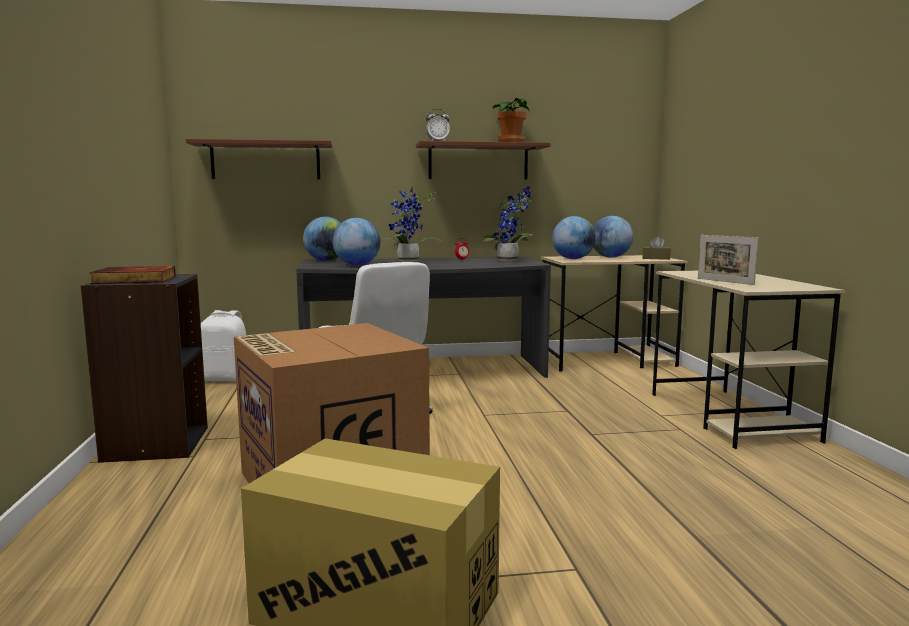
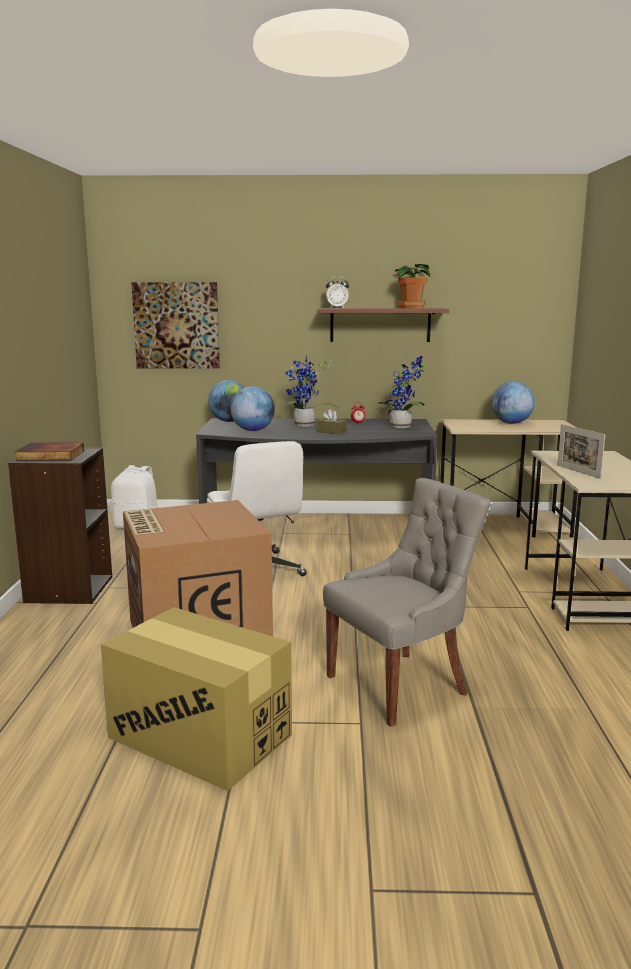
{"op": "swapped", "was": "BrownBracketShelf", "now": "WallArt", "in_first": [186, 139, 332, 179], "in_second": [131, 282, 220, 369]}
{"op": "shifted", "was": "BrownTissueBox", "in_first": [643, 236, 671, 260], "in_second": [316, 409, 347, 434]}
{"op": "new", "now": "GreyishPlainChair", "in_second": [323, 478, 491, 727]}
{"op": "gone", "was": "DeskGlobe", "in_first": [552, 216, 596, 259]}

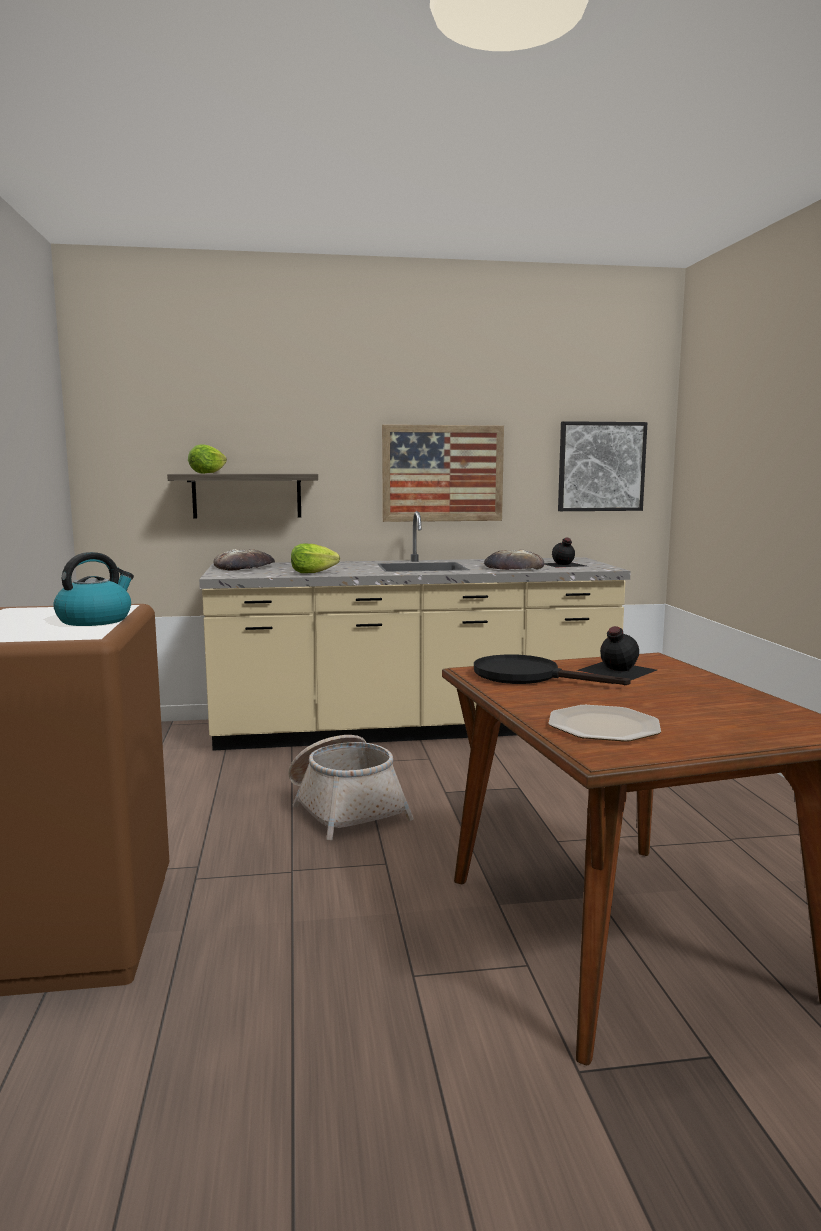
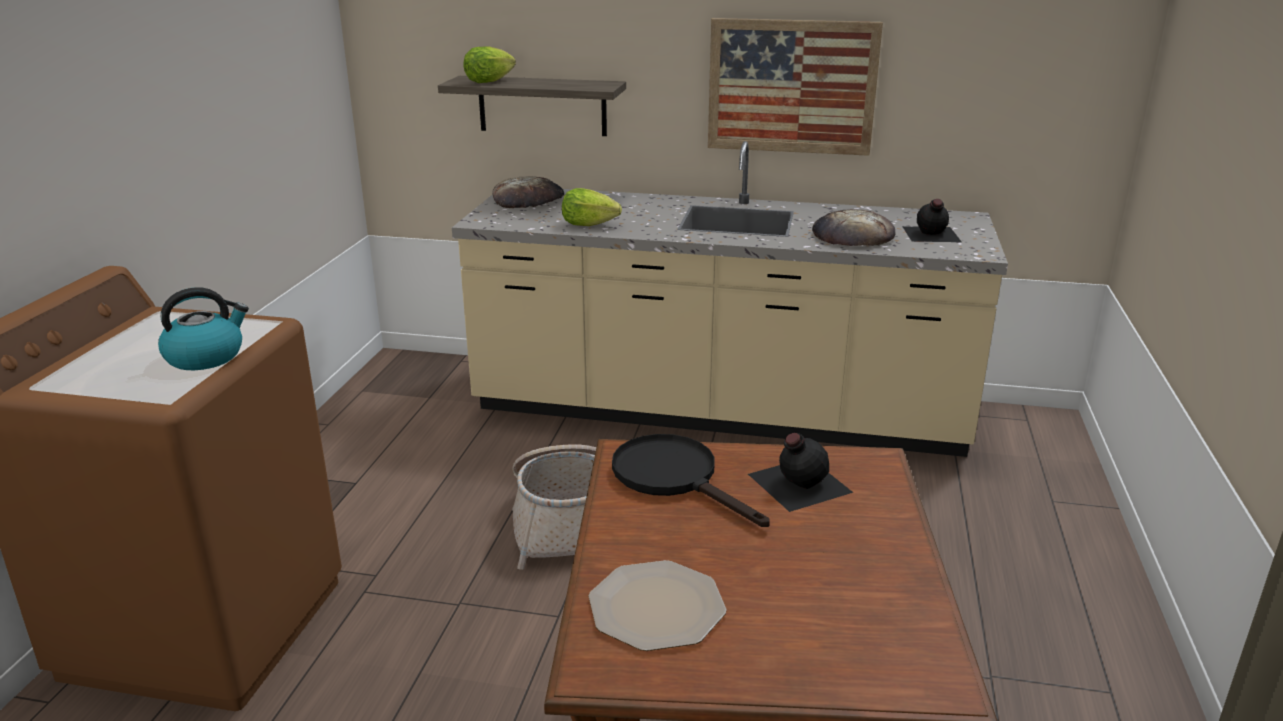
{"op": "gone", "was": "WallArt", "in_first": [558, 421, 648, 511]}

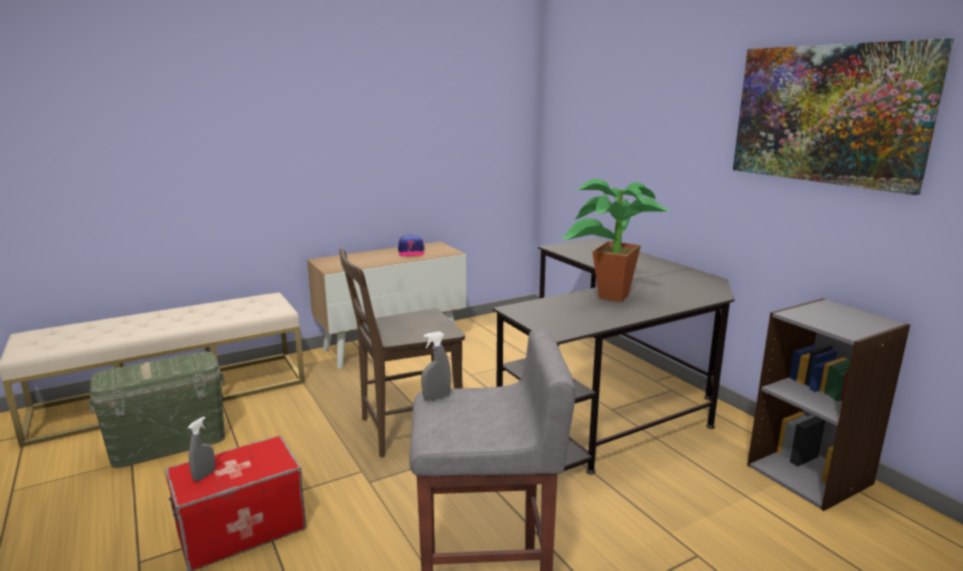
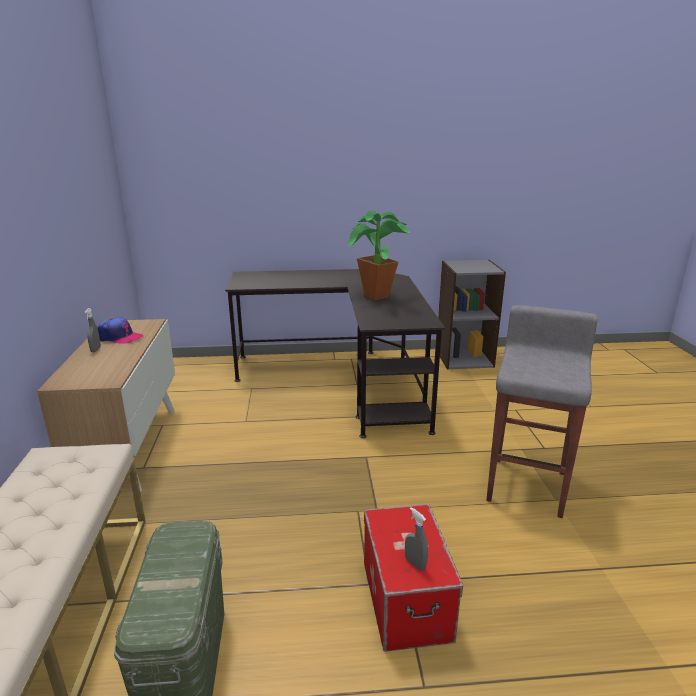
{"op": "shifted", "was": "GreyishSprayBottle", "in_first": [421, 331, 451, 401], "in_second": [85, 308, 101, 352]}
{"op": "gone", "was": "BrownPlainChair", "in_first": [339, 248, 465, 457]}
{"op": "gone", "was": "WallArt", "in_first": [733, 38, 954, 195]}

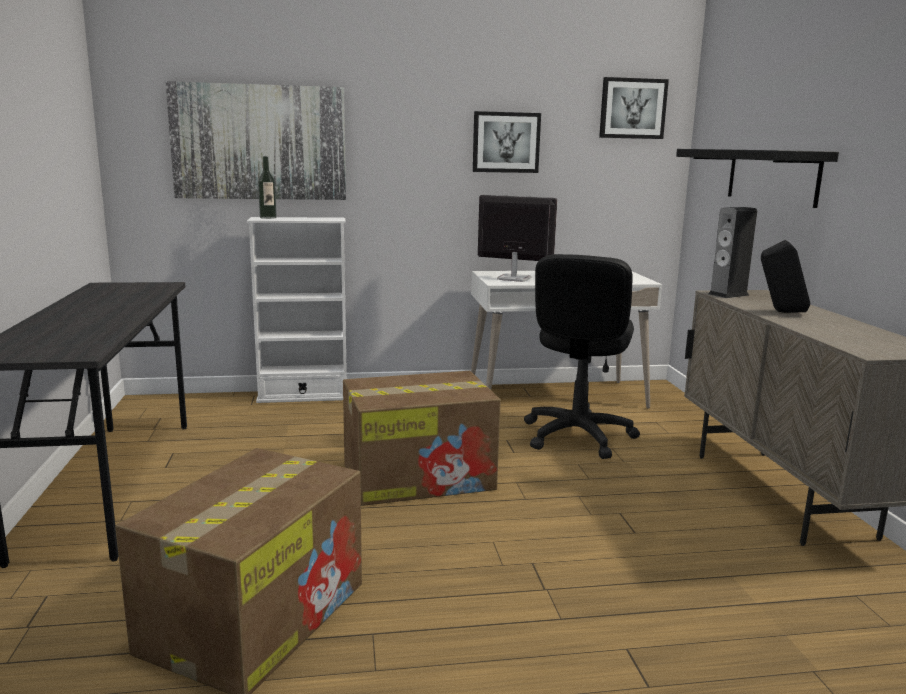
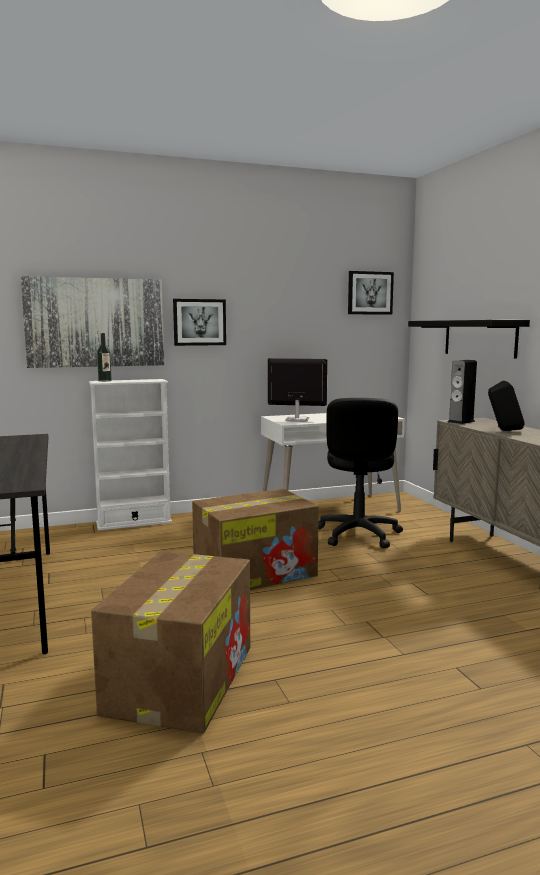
{"op": "shifted", "was": "WallArt", "in_first": [473, 111, 541, 173], "in_second": [173, 299, 226, 346]}

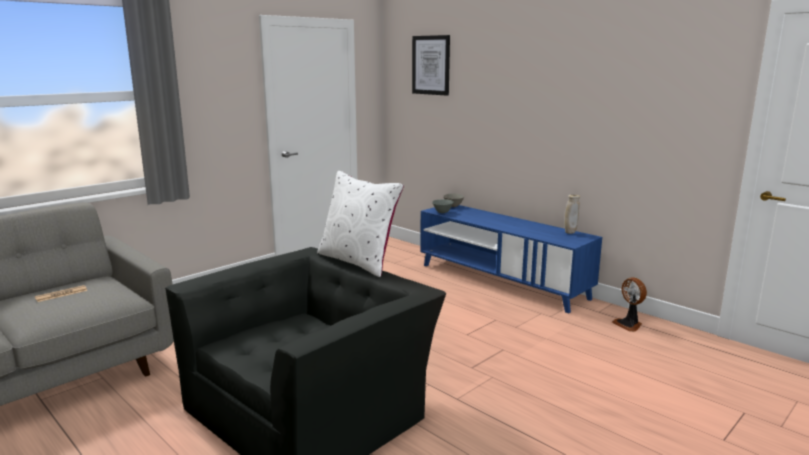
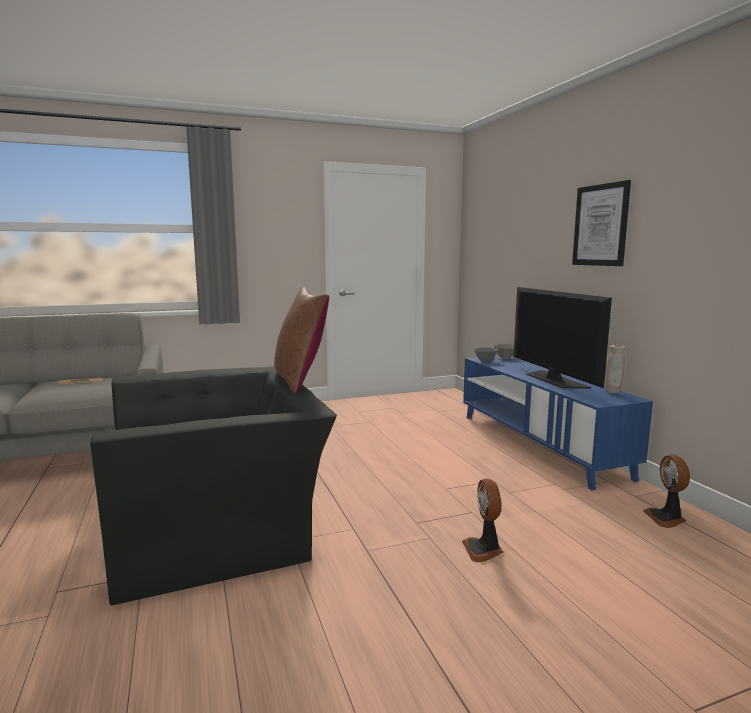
{"op": "repainted", "was": "WhiteColouredPillow", "now": "BrownPillow", "in_first": [317, 171, 404, 277], "in_second": [274, 287, 329, 394]}
{"op": "new", "now": "Fan", "in_second": [462, 478, 503, 562]}
{"op": "new", "now": "Television", "in_second": [514, 287, 612, 389]}
{"op": "shifted", "was": "WallArt", "in_first": [412, 35, 450, 96], "in_second": [572, 180, 631, 266]}

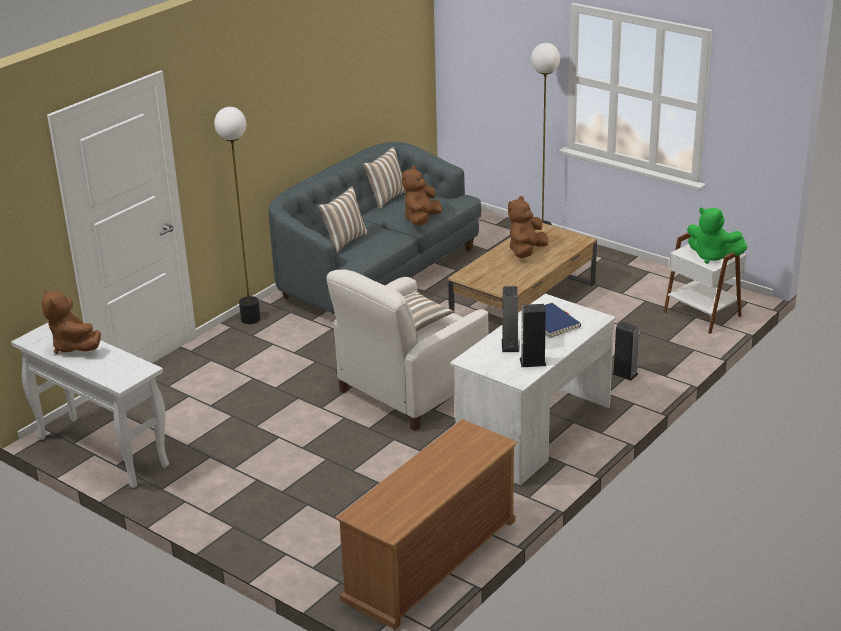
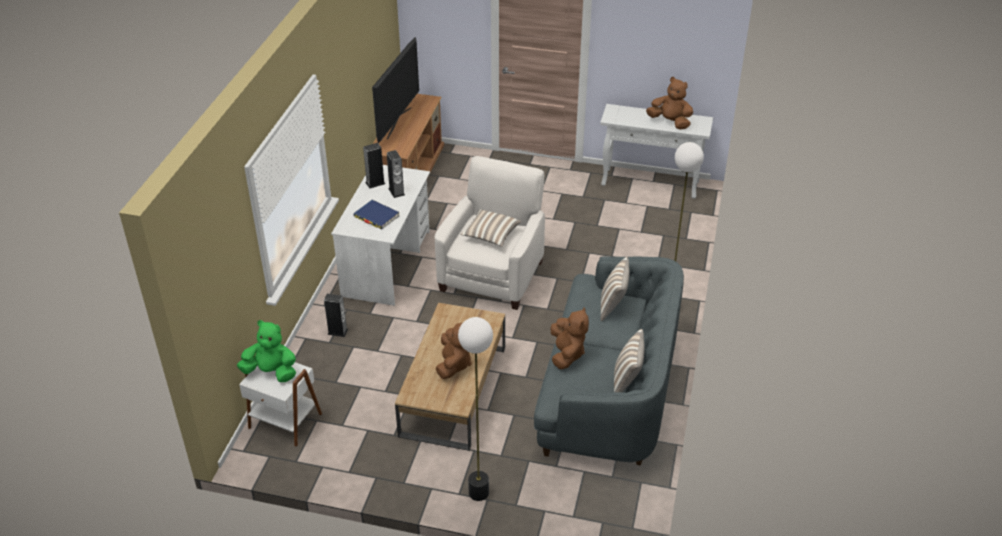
{"op": "new", "now": "Television", "in_second": [372, 37, 419, 143]}

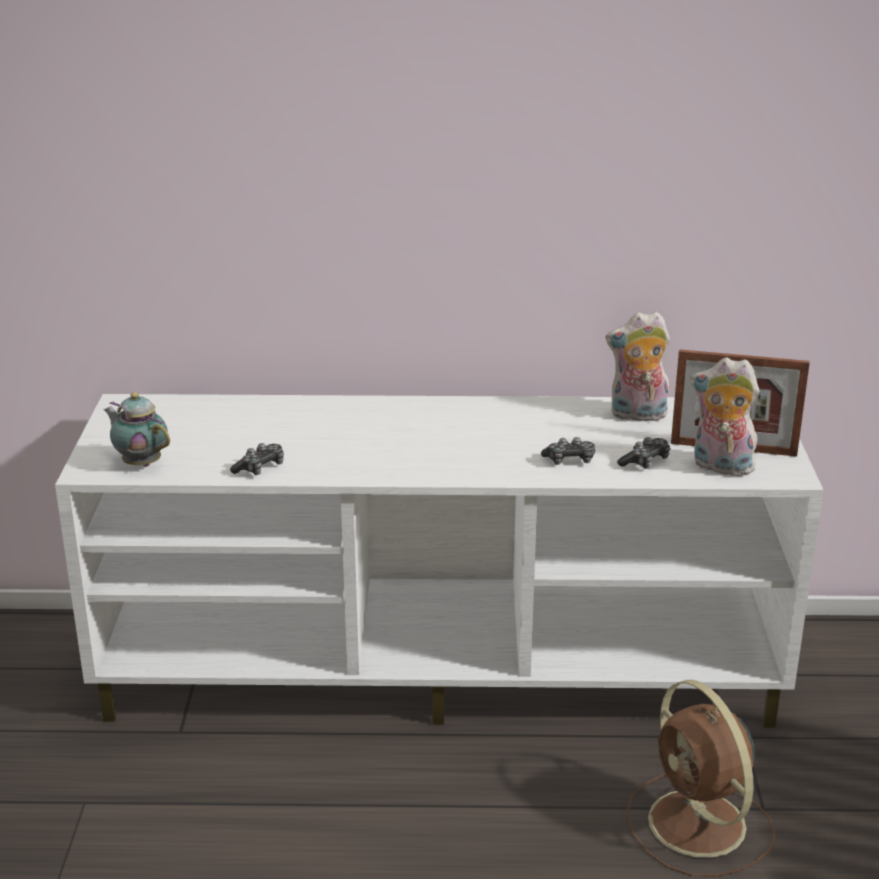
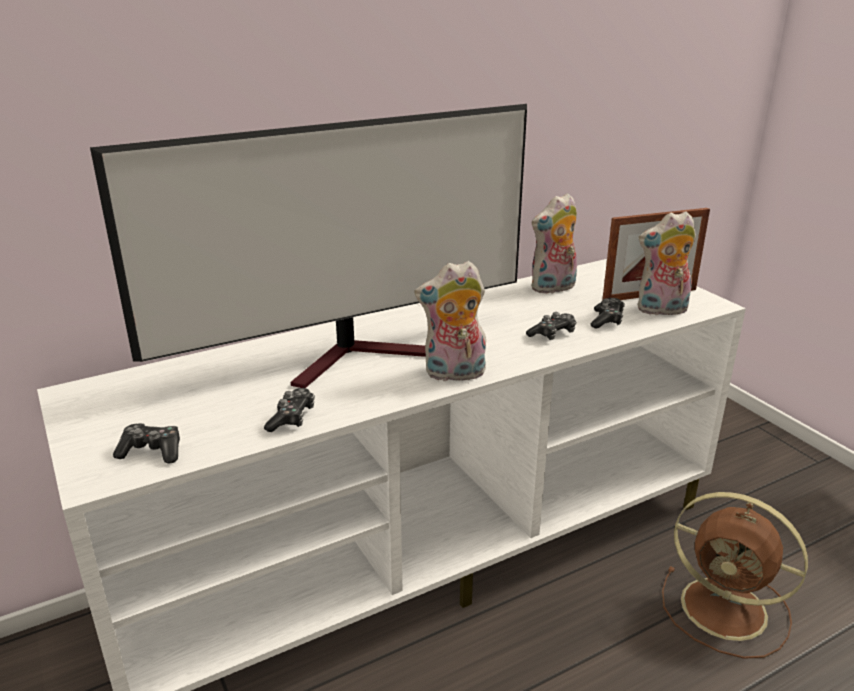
{"op": "new", "now": "Television", "in_second": [90, 104, 527, 388]}
{"op": "swapped", "was": "Teapot", "now": "Gamepad", "in_first": [104, 392, 170, 467], "in_second": [113, 423, 180, 463]}
{"op": "new", "now": "PlushToy", "in_second": [414, 261, 486, 381]}

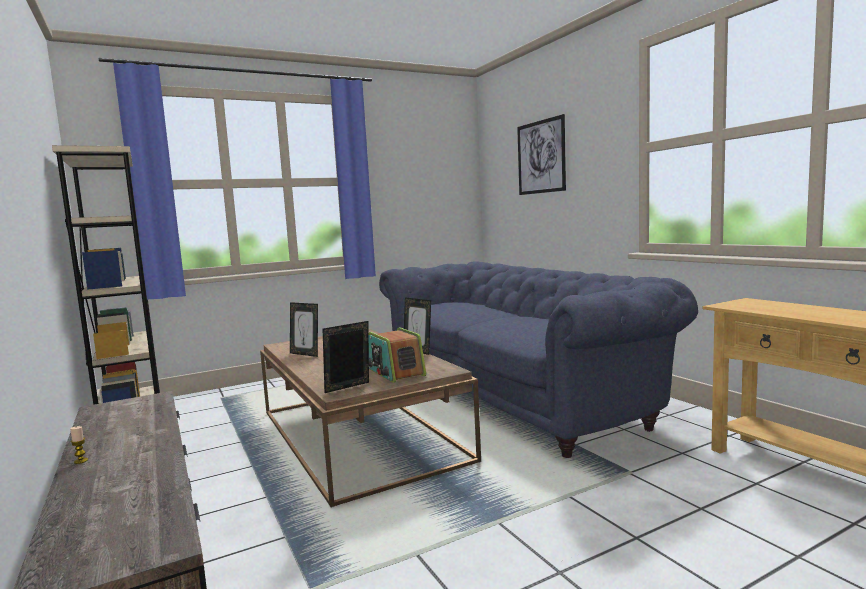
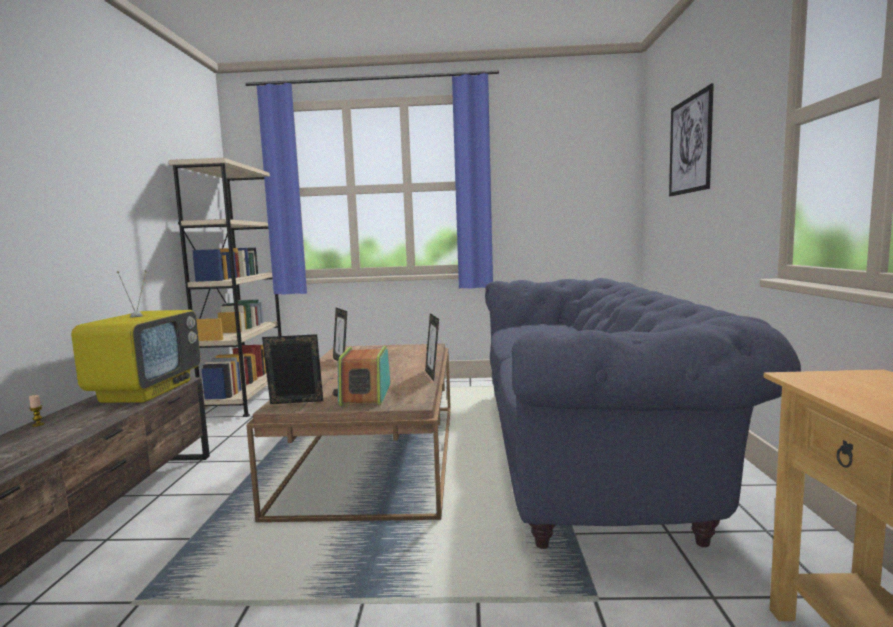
{"op": "new", "now": "Television", "in_second": [71, 270, 201, 403]}

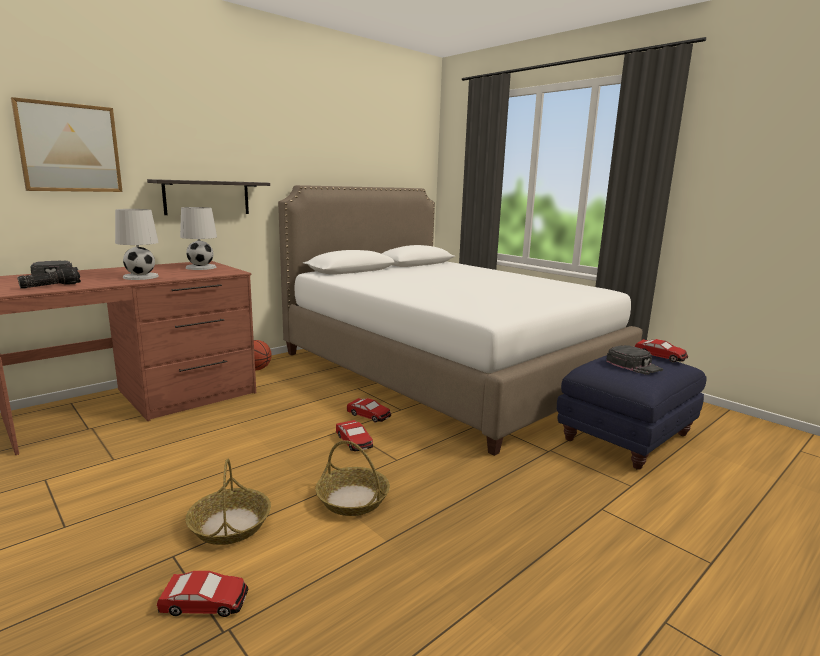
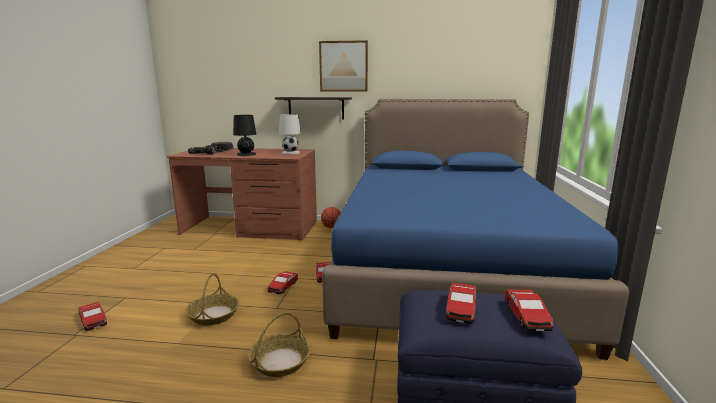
{"op": "repainted", "was": "WhiteColouredTabletopLamp", "now": "BlackTabletopLamp", "in_first": [115, 209, 159, 280], "in_second": [233, 115, 256, 156]}
{"op": "shifted", "was": "StorageBasket", "in_first": [185, 459, 271, 545], "in_second": [248, 312, 311, 377]}
{"op": "shifted", "was": "WallArt", "in_first": [11, 97, 123, 192], "in_second": [319, 40, 368, 91]}
{"op": "repainted", "was": "WhiteColouredBedroomBed", "now": "BlueBedroomBed", "in_first": [278, 185, 642, 456], "in_second": [322, 99, 629, 360]}
{"op": "swapped", "was": "BlackCap", "now": "ToyCar", "in_first": [606, 345, 663, 375], "in_second": [446, 283, 476, 324]}

